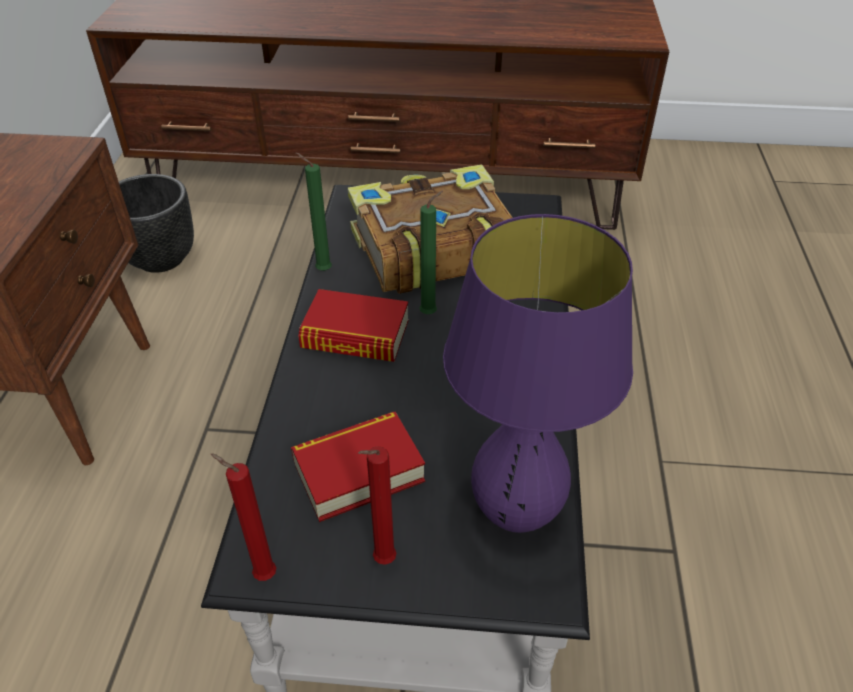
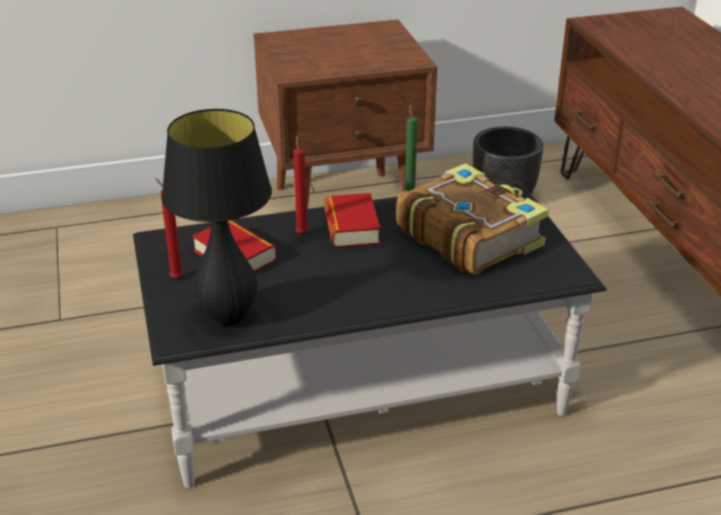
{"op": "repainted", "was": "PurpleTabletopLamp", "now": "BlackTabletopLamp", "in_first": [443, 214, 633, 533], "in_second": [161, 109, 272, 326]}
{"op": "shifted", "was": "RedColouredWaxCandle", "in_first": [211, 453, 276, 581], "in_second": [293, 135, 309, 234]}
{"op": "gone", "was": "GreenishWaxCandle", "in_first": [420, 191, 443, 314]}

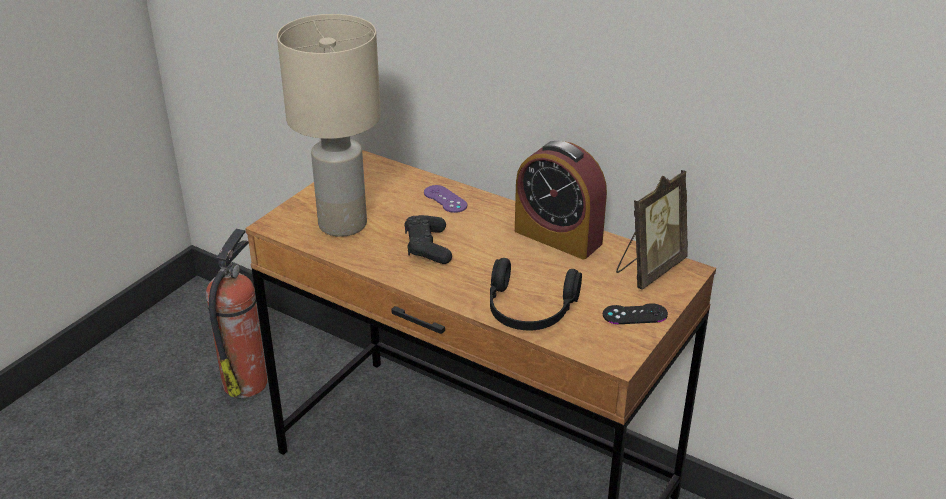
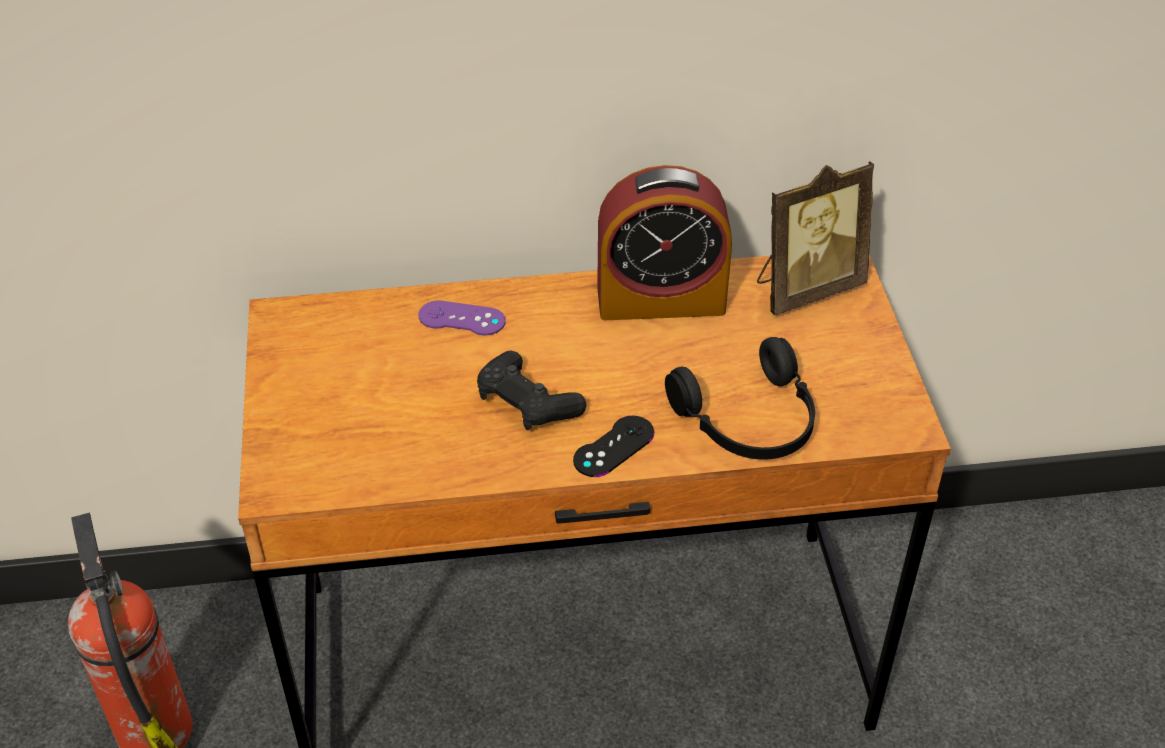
{"op": "shifted", "was": "BlackGamepad", "in_first": [603, 303, 668, 324], "in_second": [573, 416, 654, 477]}
{"op": "rotated", "was": "StandingFrame", "in_first": [616, 170, 688, 290], "in_second": [757, 161, 874, 315], "clockwise": 60}
{"op": "gone", "was": "BeigeTabletopLamp", "in_first": [277, 14, 381, 237]}

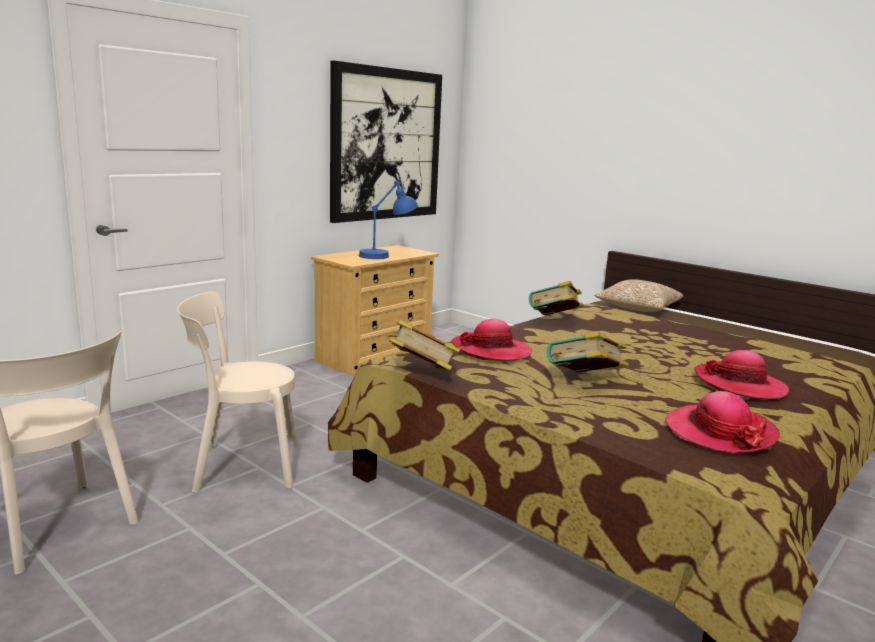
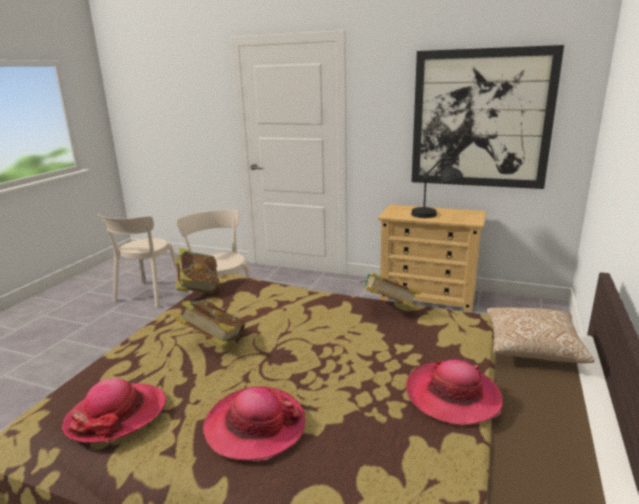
{"op": "shifted", "was": "WearableHat", "in_first": [451, 319, 532, 361], "in_second": [406, 360, 503, 425]}
{"op": "repainted", "was": "BlueTabletopLamp", "now": "BlackTabletopLamp", "in_first": [359, 180, 418, 259], "in_second": [411, 153, 463, 218]}

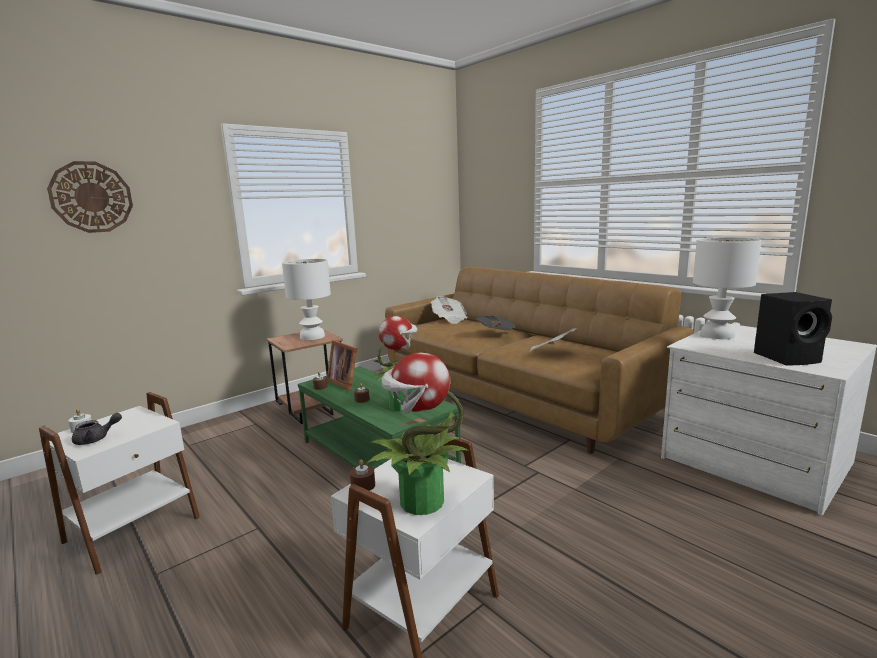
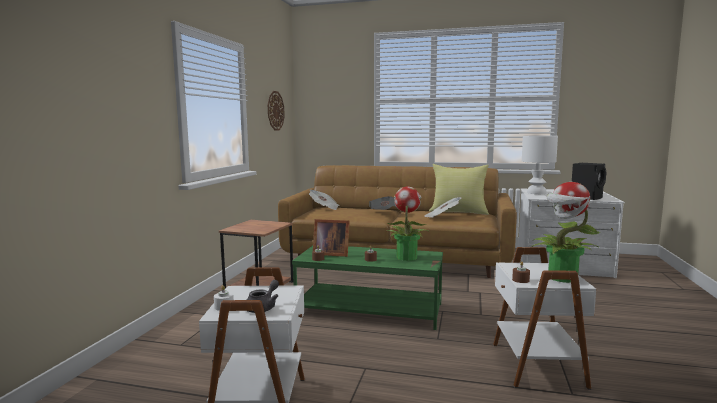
{"op": "shifted", "was": "WallClock", "in_first": [47, 161, 133, 233], "in_second": [268, 91, 285, 131]}
{"op": "new", "now": "YellowPillow", "in_second": [429, 164, 489, 215]}
{"op": "gone", "was": "WhiteColouredTabletopLamp", "in_first": [282, 259, 331, 340]}

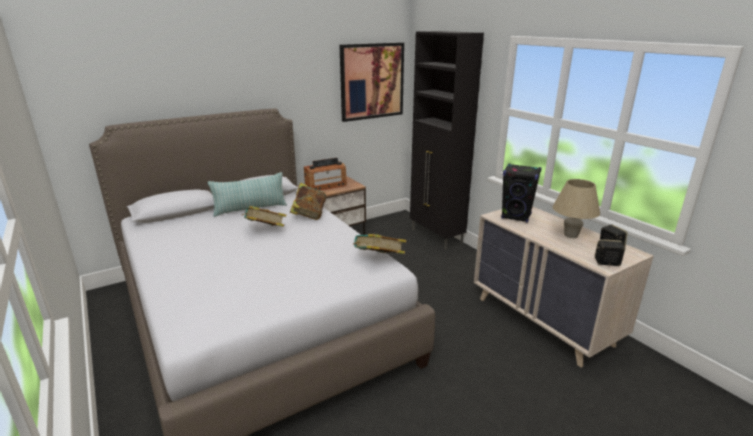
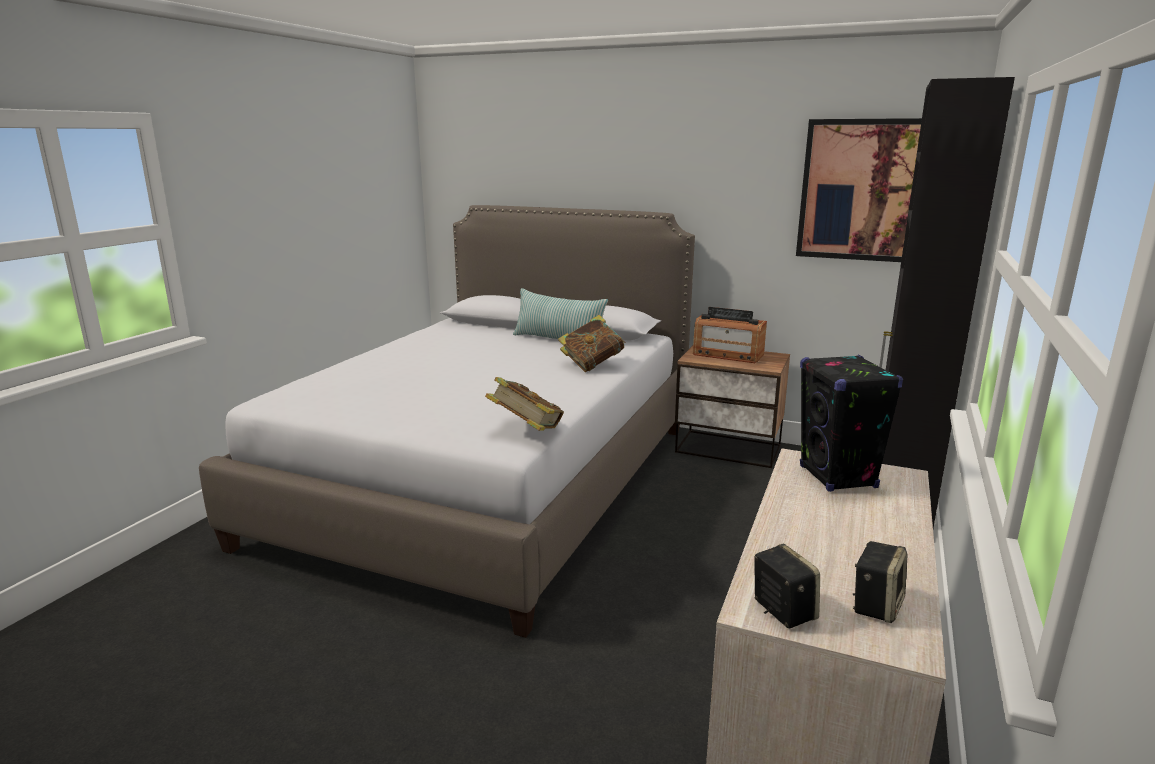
{"op": "gone", "was": "BoundBook", "in_first": [242, 206, 286, 227]}
{"op": "gone", "was": "BeigeTabletopLamp", "in_first": [552, 179, 600, 238]}

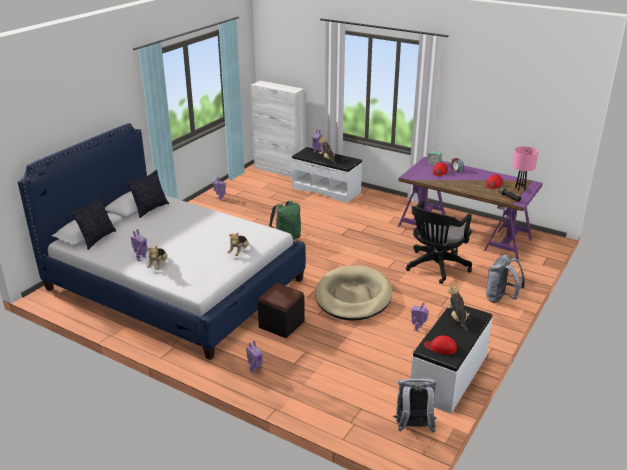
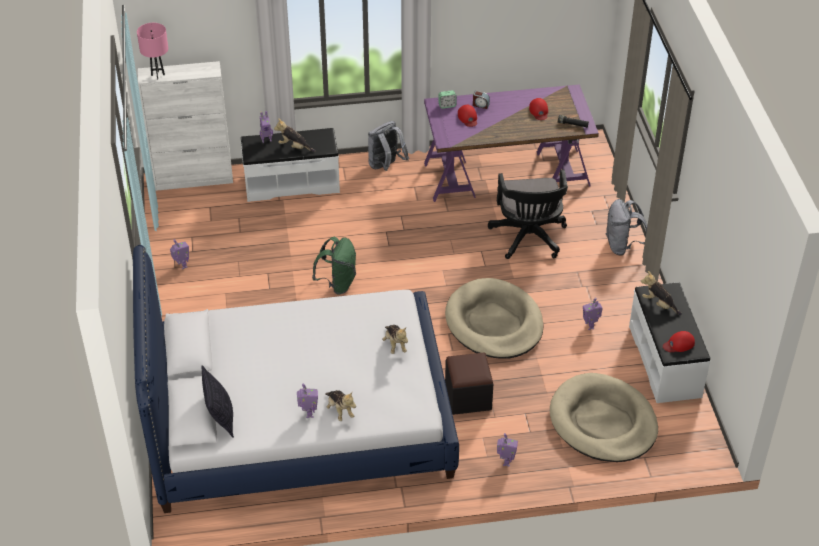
{"op": "shifted", "was": "PinkColouredTabletopLamp", "in_first": [512, 146, 538, 191], "in_second": [137, 23, 168, 79]}
{"op": "shifted", "was": "GreyishRucksack", "in_first": [393, 378, 436, 433], "in_second": [368, 121, 409, 171]}
{"op": "new", "now": "BeigeDogCushion", "in_second": [550, 373, 658, 462]}
{"op": "gone", "was": "Pillow", "in_first": [127, 170, 169, 218]}

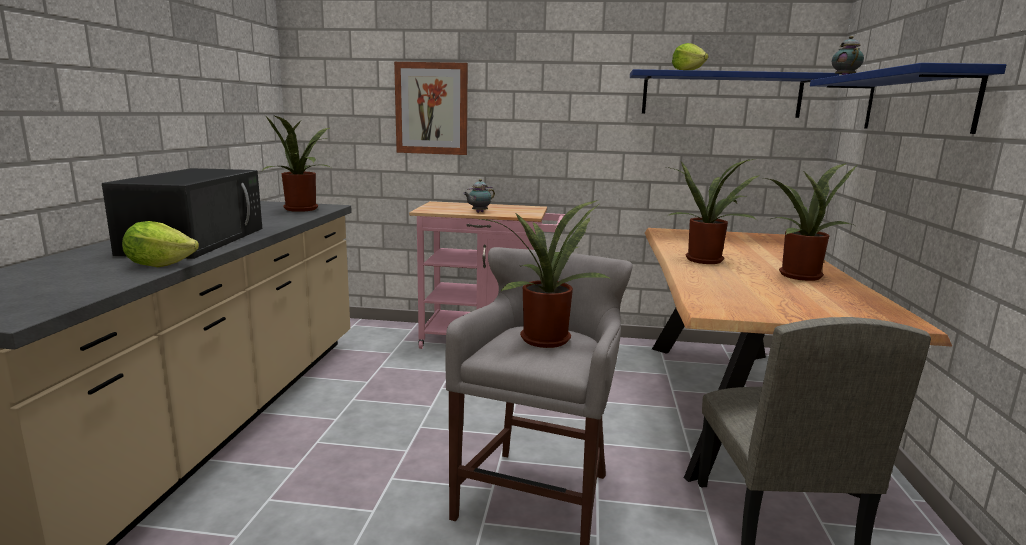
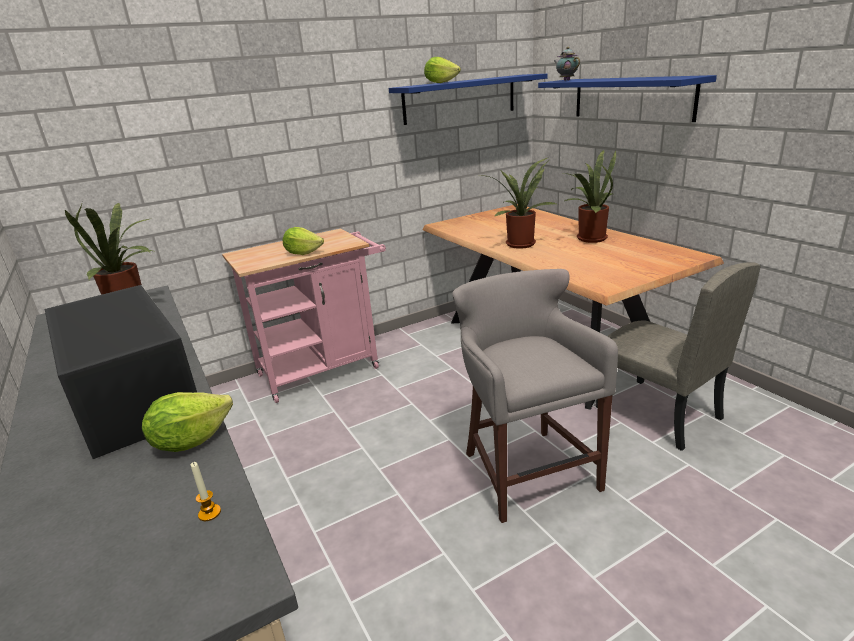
{"op": "new", "now": "WaxCandle", "in_second": [191, 462, 221, 521]}
{"op": "swapped", "was": "Teapot", "now": "Lettuce", "in_first": [463, 179, 495, 213], "in_second": [283, 227, 324, 255]}
{"op": "gone", "was": "WallArt", "in_first": [394, 62, 468, 155]}
{"op": "gone", "was": "PlantInAPot", "in_first": [480, 200, 611, 348]}

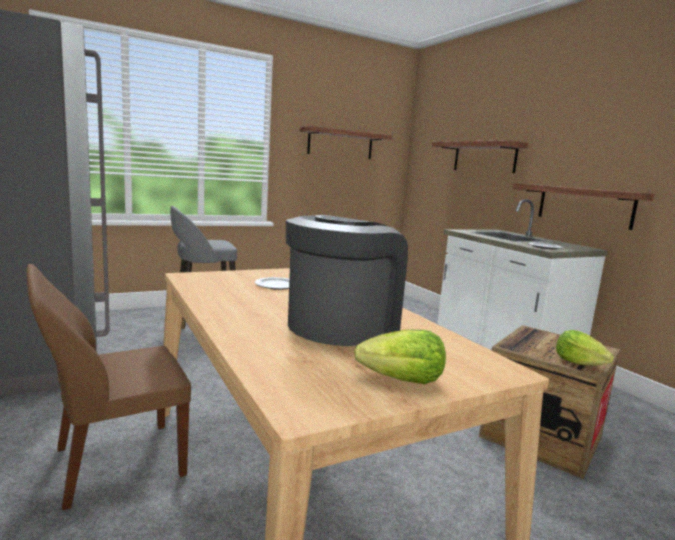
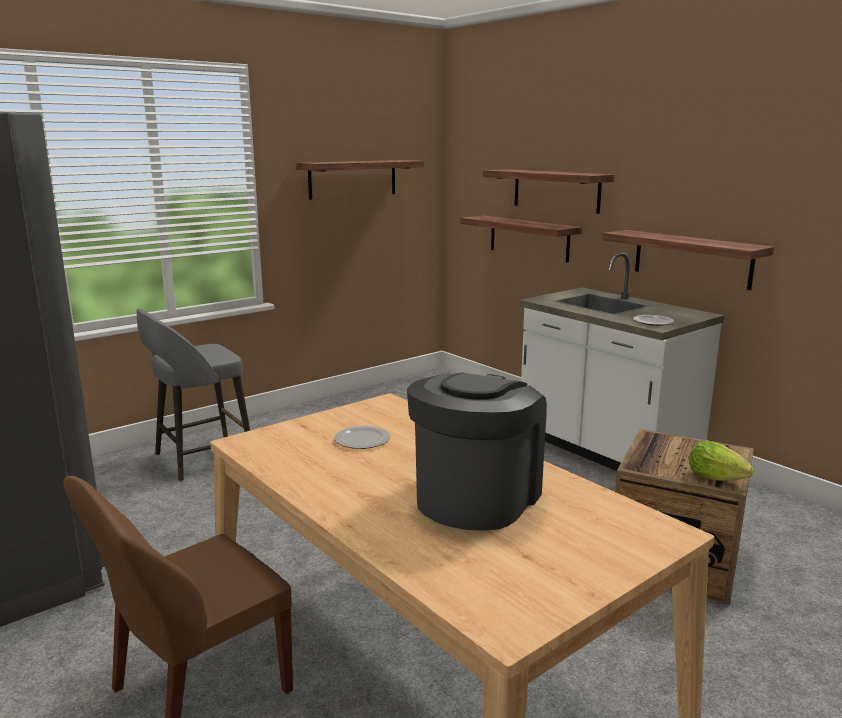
{"op": "new", "now": "BracketShelf", "in_second": [460, 216, 582, 263]}
{"op": "gone", "was": "Lettuce", "in_first": [354, 330, 446, 384]}

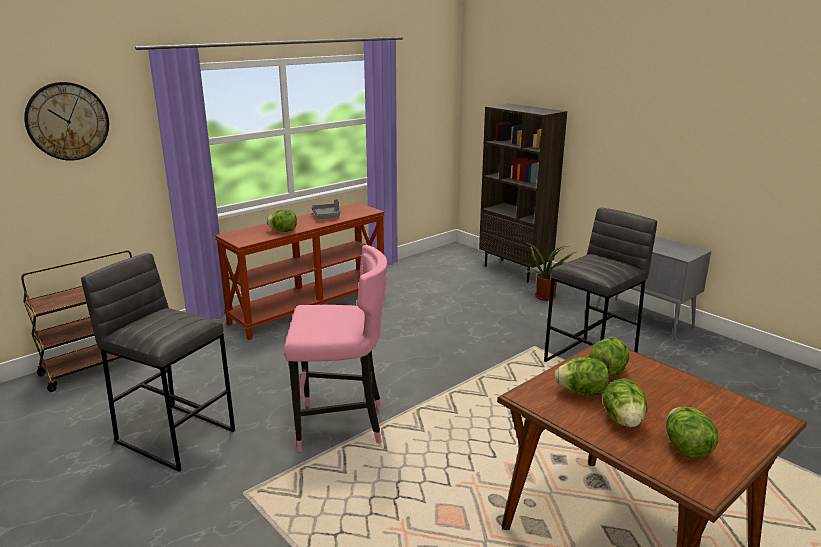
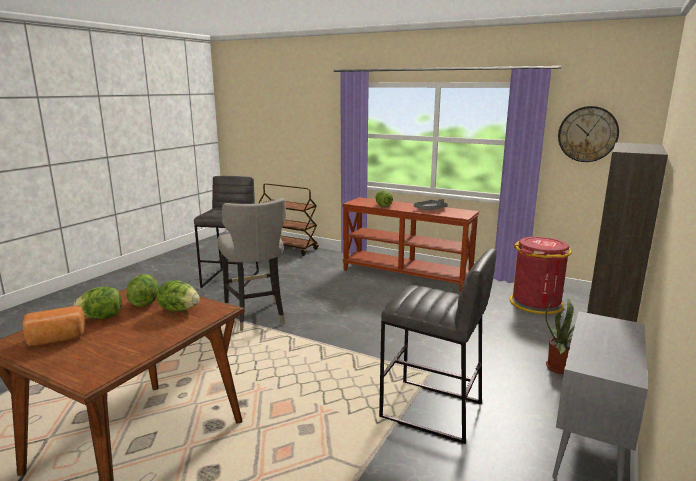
{"op": "swapped", "was": "Lettuce", "now": "BakeryBread", "in_first": [666, 407, 718, 459], "in_second": [22, 306, 85, 346]}
{"op": "repainted", "was": "PinkColouredStoolSeat", "now": "GreyishStoolSeat", "in_first": [284, 245, 387, 452], "in_second": [218, 198, 286, 331]}
{"op": "new", "now": "RedColouredWasteBin", "in_second": [510, 237, 572, 314]}
{"op": "shifted", "was": "WallClock", "in_first": [24, 82, 109, 161], "in_second": [558, 106, 619, 162]}

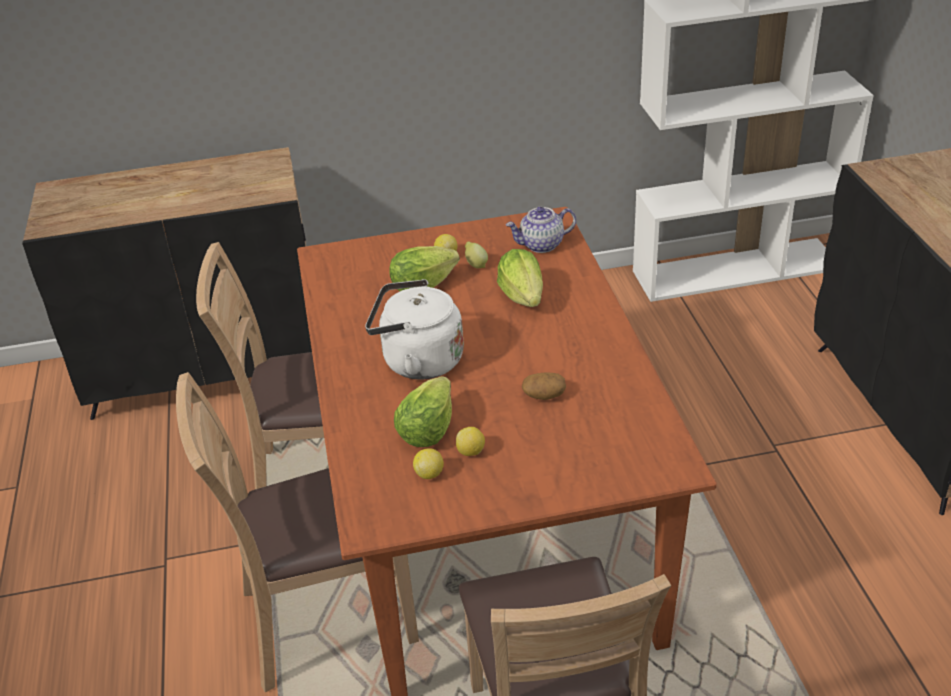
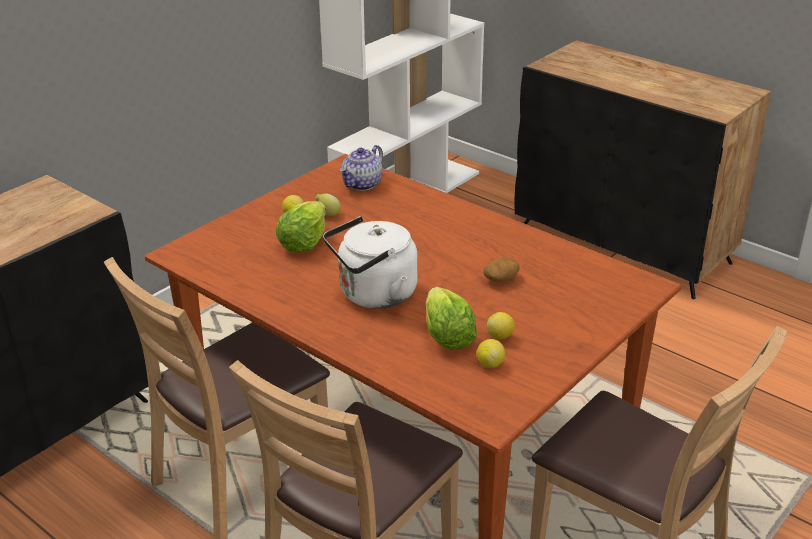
{"op": "gone", "was": "Lettuce", "in_first": [497, 249, 543, 307]}

